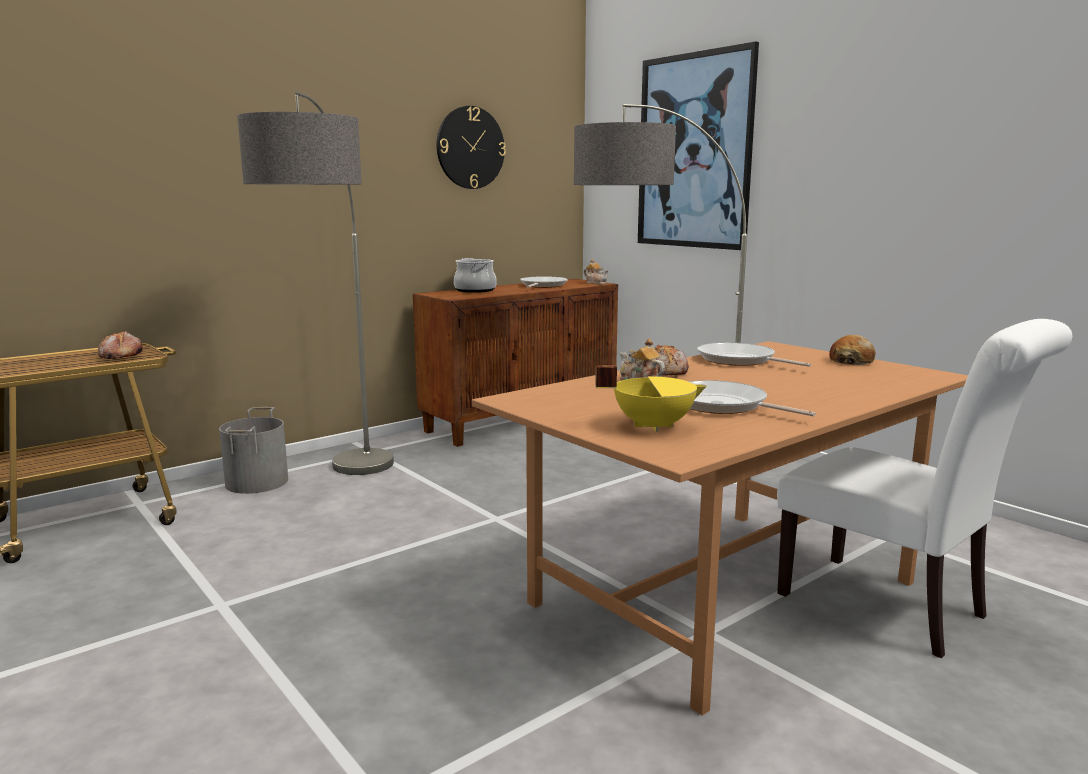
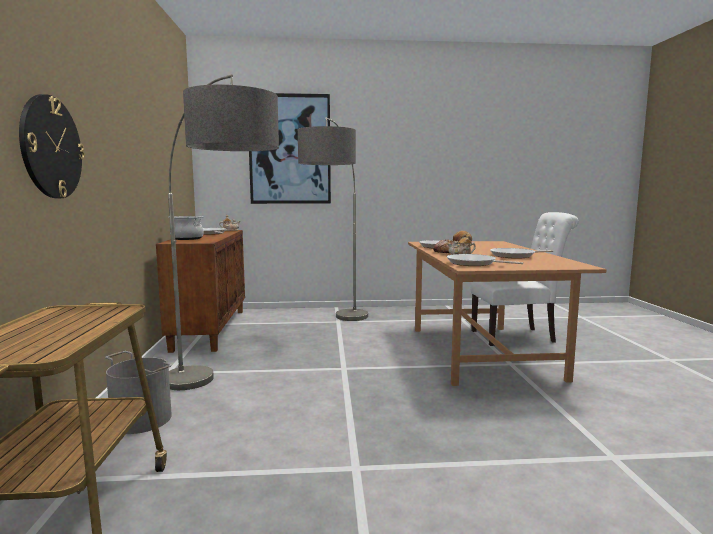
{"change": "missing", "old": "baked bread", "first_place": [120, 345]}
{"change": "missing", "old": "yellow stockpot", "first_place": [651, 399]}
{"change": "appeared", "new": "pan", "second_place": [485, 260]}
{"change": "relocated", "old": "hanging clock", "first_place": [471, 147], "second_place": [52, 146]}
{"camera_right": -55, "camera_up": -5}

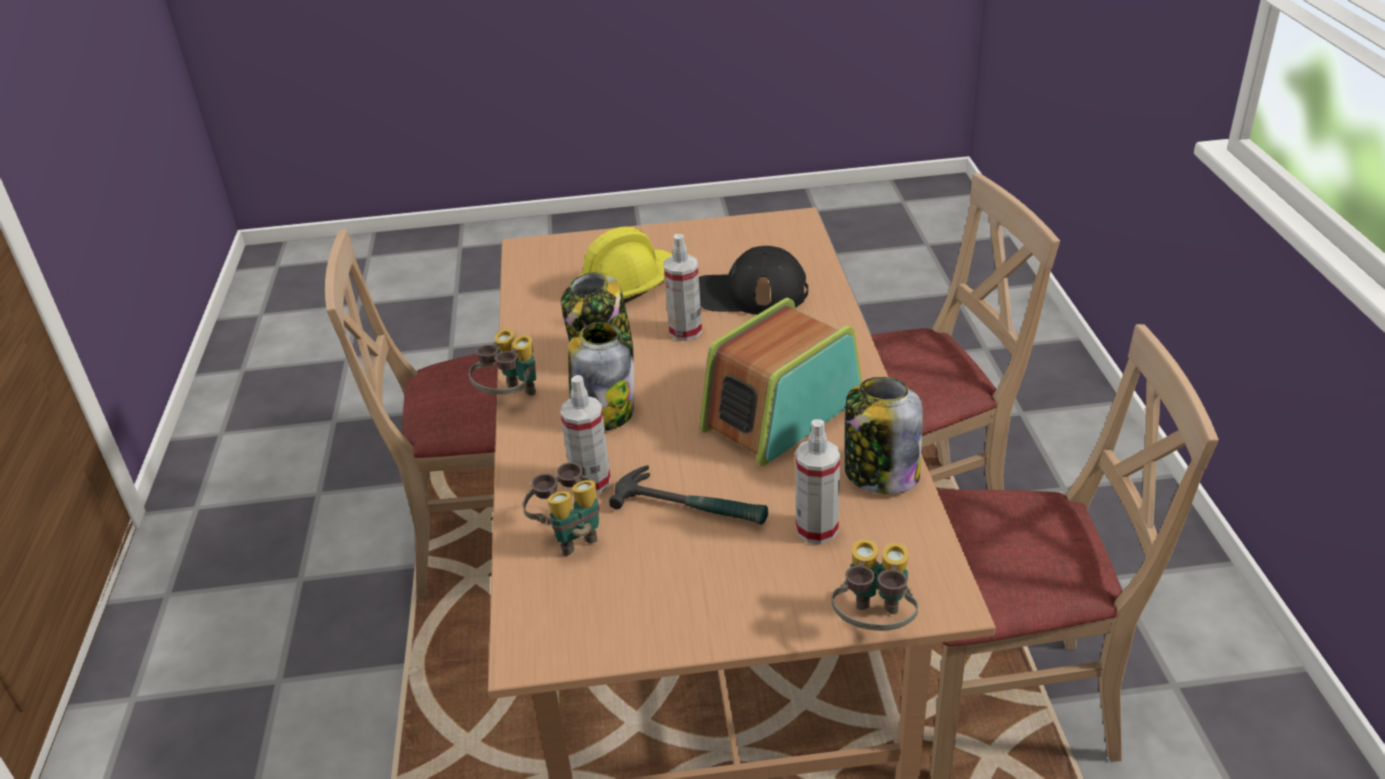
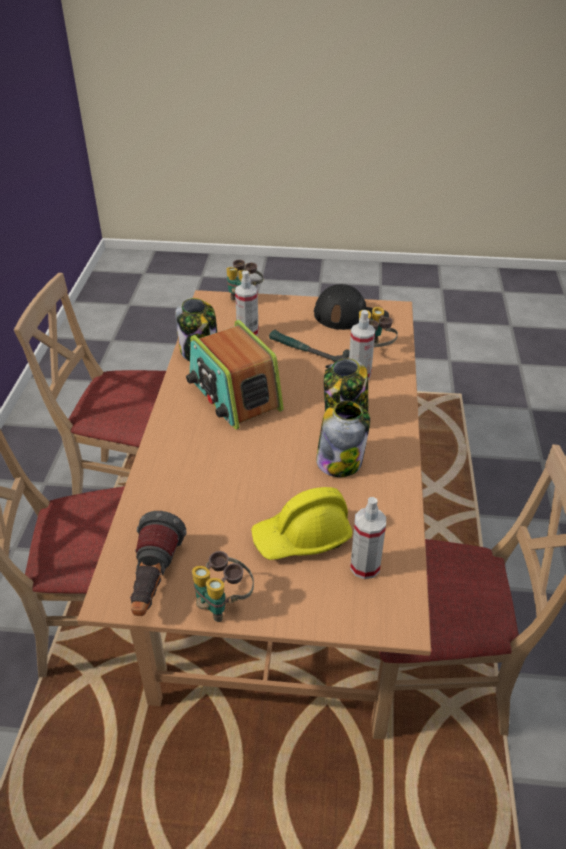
{"change": "appeared", "new": "hand torch", "second_place": [158, 563]}
{"change": "relocated", "old": "binoculars", "first_place": [502, 362], "second_place": [223, 586]}
{"change": "relocated", "old": "spray bottle", "first_place": [683, 287], "second_place": [368, 538]}
{"change": "relocated", "old": "blackish baseball cap", "first_place": [753, 280], "second_place": [351, 307]}
{"change": "spun", "old": "radio", "first_place": [780, 382], "second_place": [234, 375], "degrees": 90}
{"camera_right": -170, "camera_up": 5}

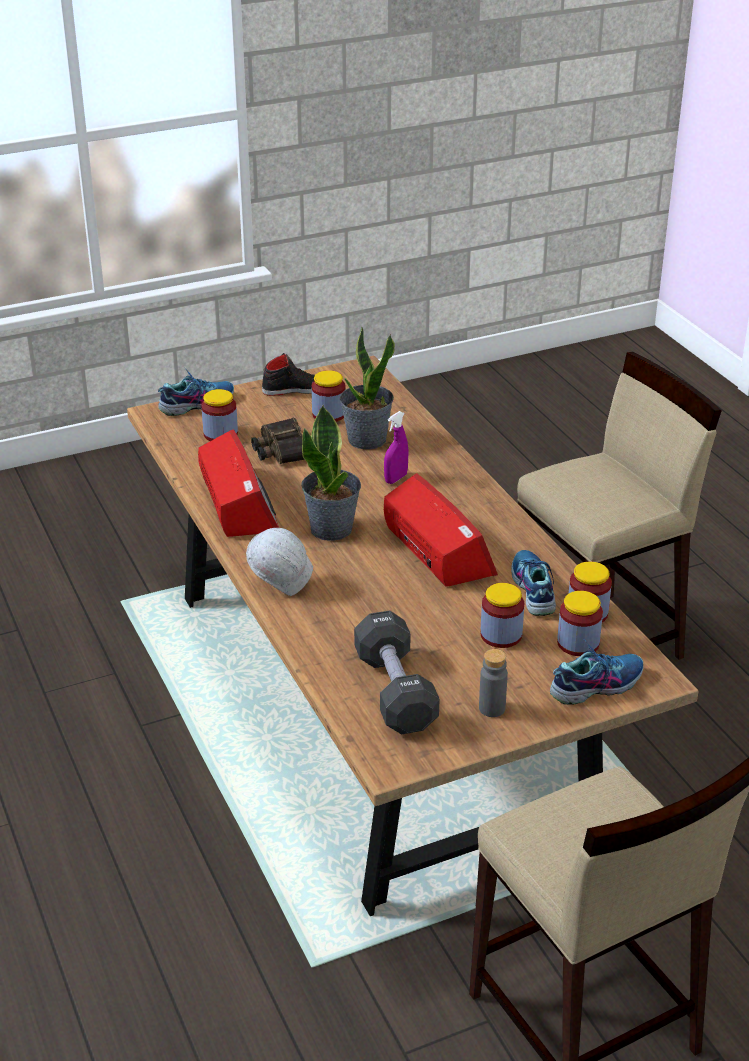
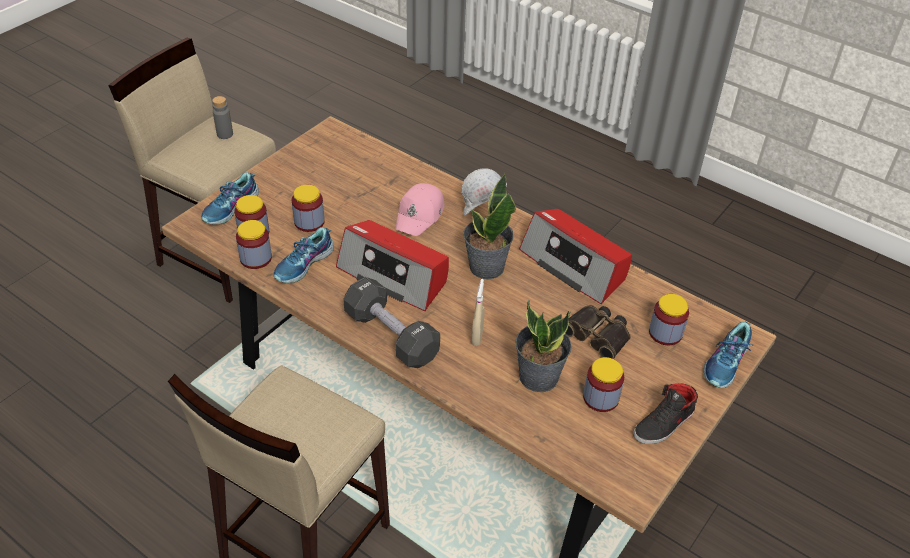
{"change": "appeared", "new": "pinkish baseball cap", "second_place": [420, 209]}
{"change": "relocated", "old": "blackish free weight", "first_place": [397, 672], "second_place": [391, 322]}
{"change": "relocated", "old": "gray drink bottle", "first_place": [493, 683], "second_place": [222, 117]}
{"change": "colour", "old": "purple-coloured spray bottle", "new": "sand-coloured spray bottle", "first_place": [396, 447], "second_place": [478, 312]}
{"change": "spun", "old": "item of footwear", "first_place": [533, 583], "second_place": [303, 255], "degrees": 75}
{"camera_right": 150, "camera_up": 10}

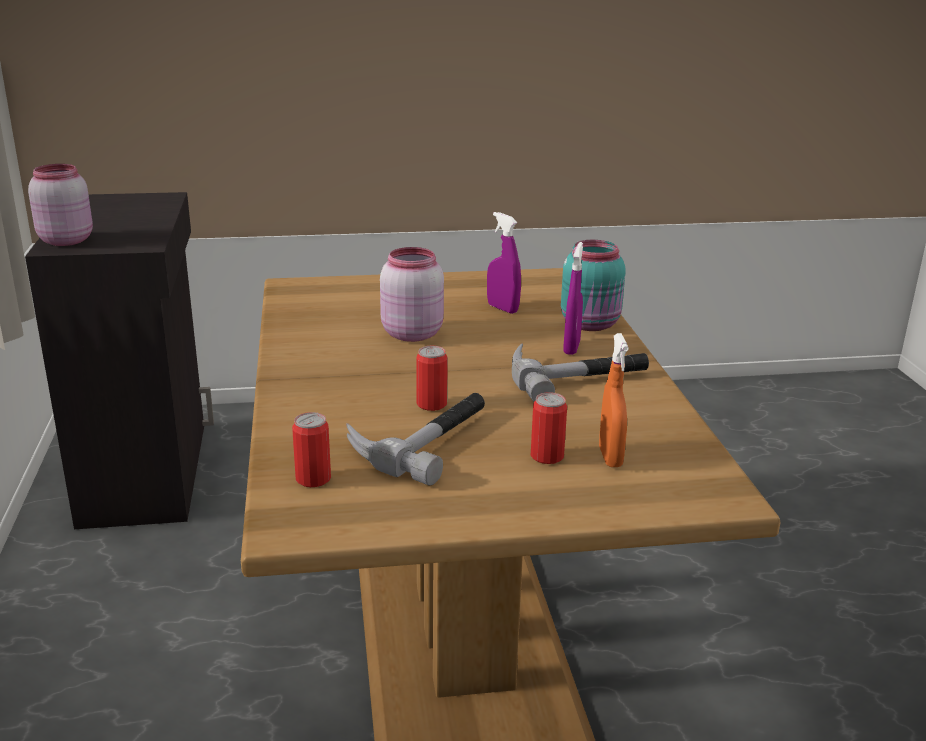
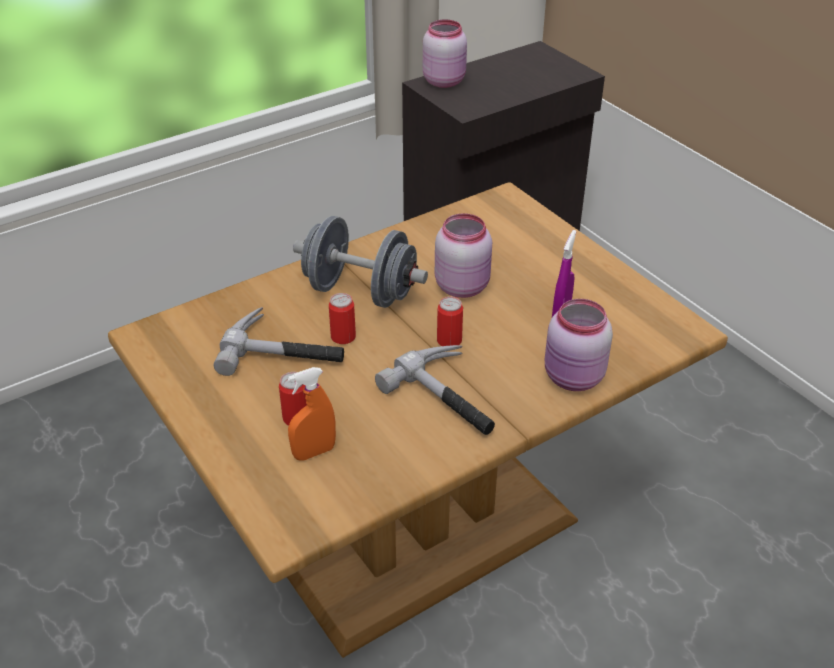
{"change": "missing", "old": "purple-coloured spray bottle", "first_place": [573, 298]}
{"change": "appeared", "new": "gray free weight", "second_place": [360, 262]}
{"change": "relocated", "old": "metal can", "first_place": [311, 449], "second_place": [450, 321]}
{"change": "colour", "old": "turquoise jar", "new": "pinkish jar", "first_place": [593, 285], "second_place": [579, 345]}
{"camera_right": 65, "camera_up": 15}

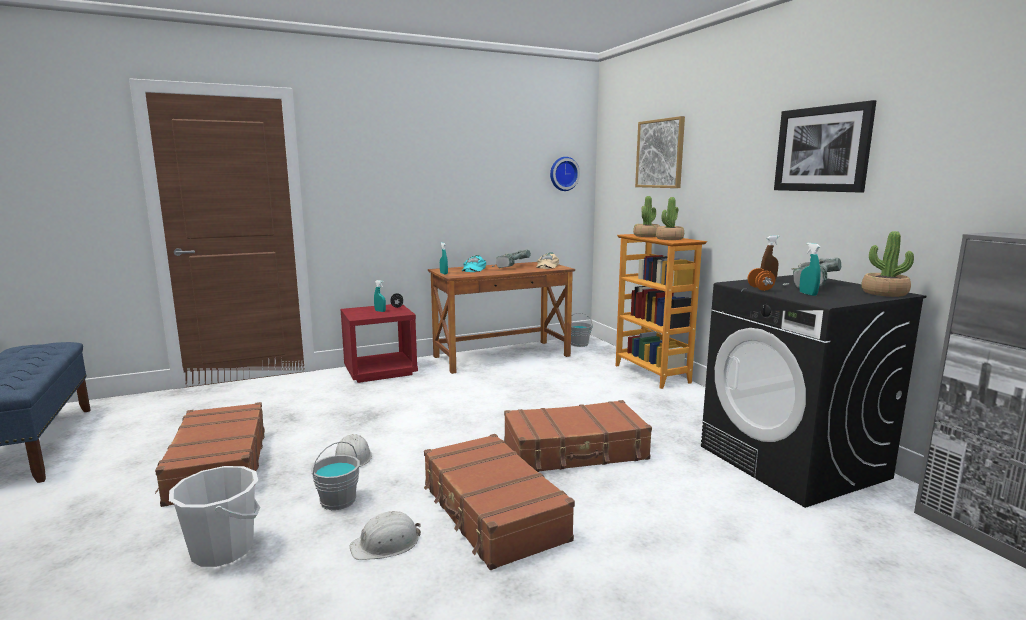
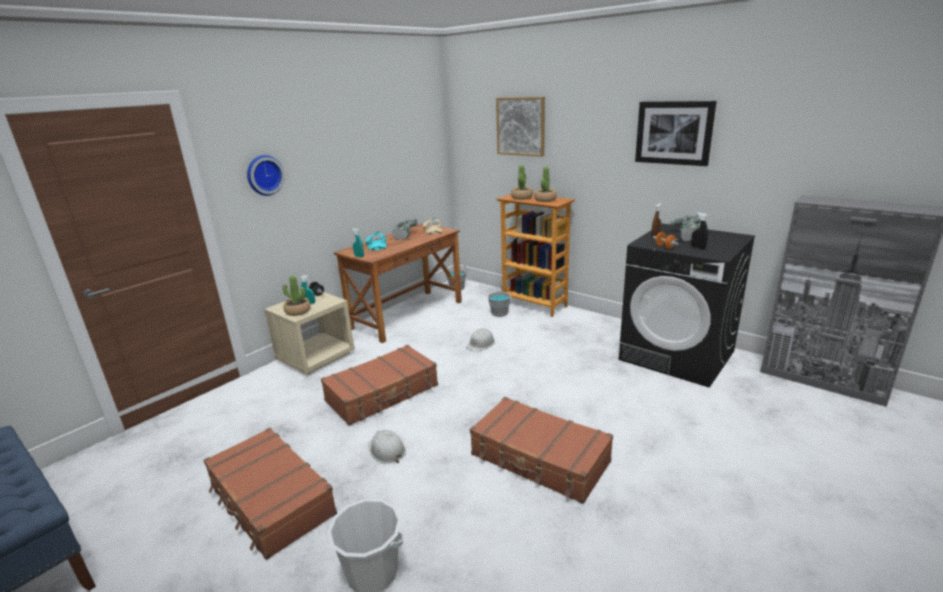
{"change": "relocated", "old": "gray pail", "first_place": [335, 476], "second_place": [499, 300]}
{"change": "relocated", "old": "white safety helmet", "first_place": [385, 535], "second_place": [480, 340]}
{"change": "relocated", "old": "brownish suitcase", "first_place": [578, 436], "second_place": [379, 385]}
{"change": "relocated", "old": "hanging clock", "first_place": [565, 174], "second_place": [266, 175]}
{"change": "relocated", "old": "plant in a pot", "first_place": [887, 264], "second_place": [297, 295]}
{"change": "colour", "old": "red-coloured night table", "new": "sand-coloured night table", "first_place": [379, 343], "second_place": [309, 333]}
{"change": "colour", "old": "turquoise spray bottle", "new": "blackish spray bottle", "first_place": [810, 269], "second_place": [699, 230]}
{"camera_right": -25, "camera_up": 10}

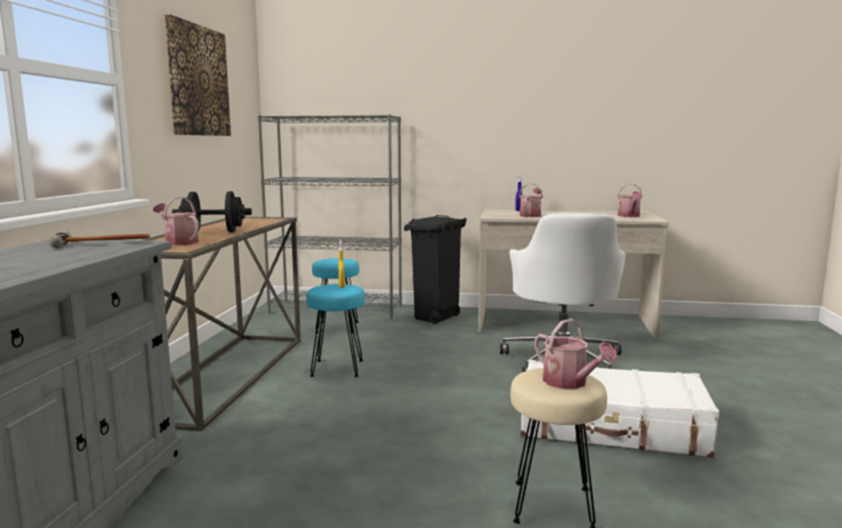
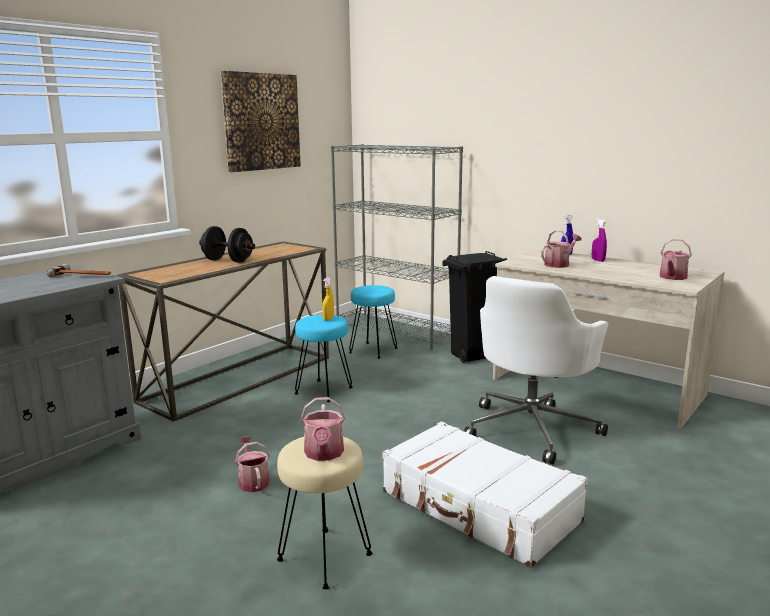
{"change": "appeared", "new": "purple-coloured spray bottle", "second_place": [599, 240]}
{"change": "relocated", "old": "watering pot", "first_place": [176, 221], "second_place": [252, 464]}
{"camera_right": 30, "camera_up": 5}

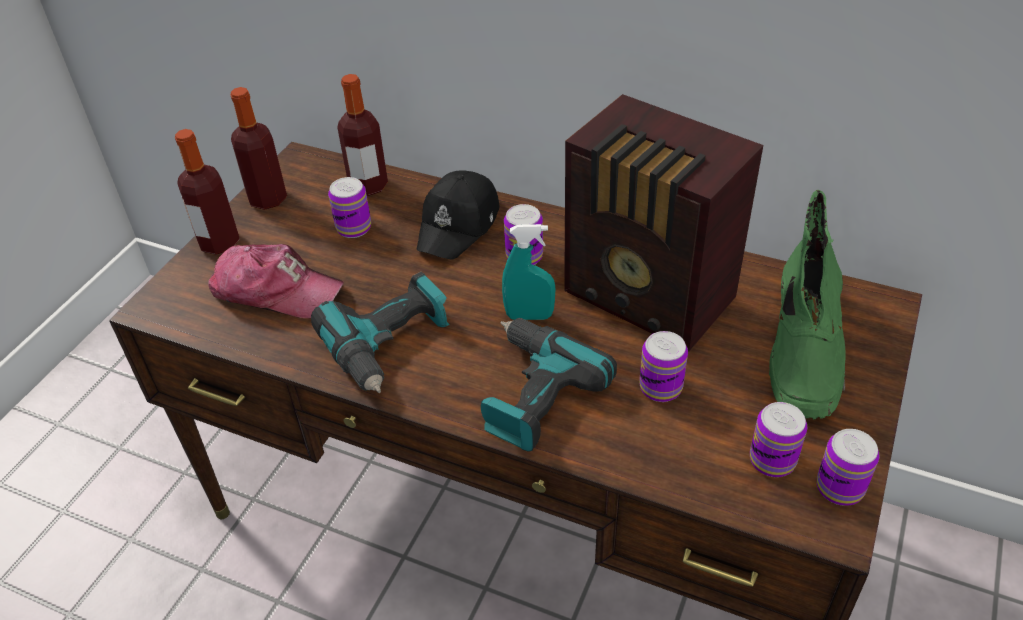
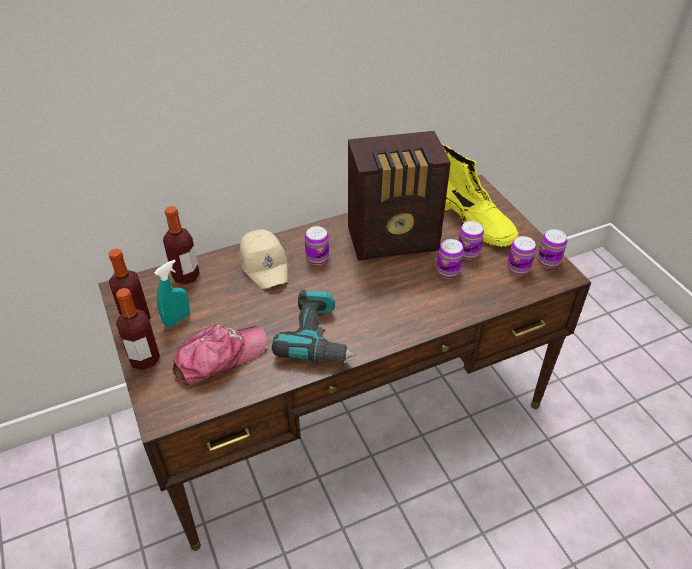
{"change": "missing", "old": "power drill", "first_place": [549, 385]}
{"change": "relocated", "old": "metal can", "first_place": [349, 207], "second_place": [471, 240]}
{"change": "relocated", "old": "turquoise spray bottle", "first_place": [529, 272], "second_place": [172, 293]}
{"change": "colour", "old": "blackish baseball cap", "new": "sand-coloured baseball cap", "first_place": [458, 215], "second_place": [264, 259]}
{"change": "colour", "old": "greenish tall boot", "new": "yellow tall boot", "first_place": [807, 305], "second_place": [480, 196]}
{"camera_right": -50, "camera_up": 0}

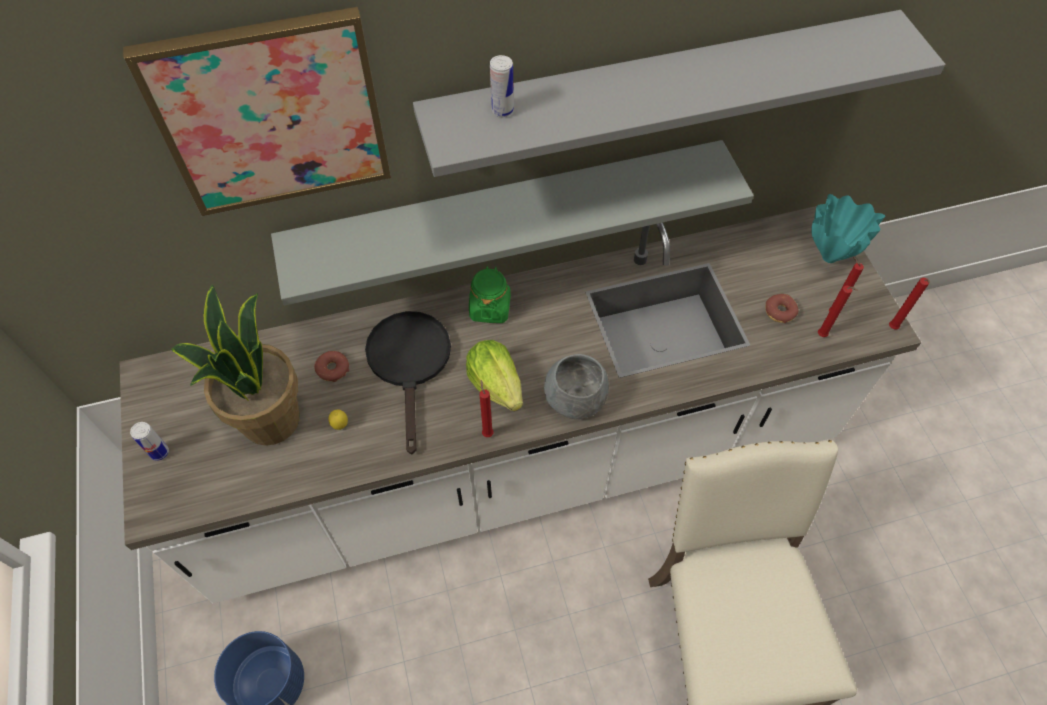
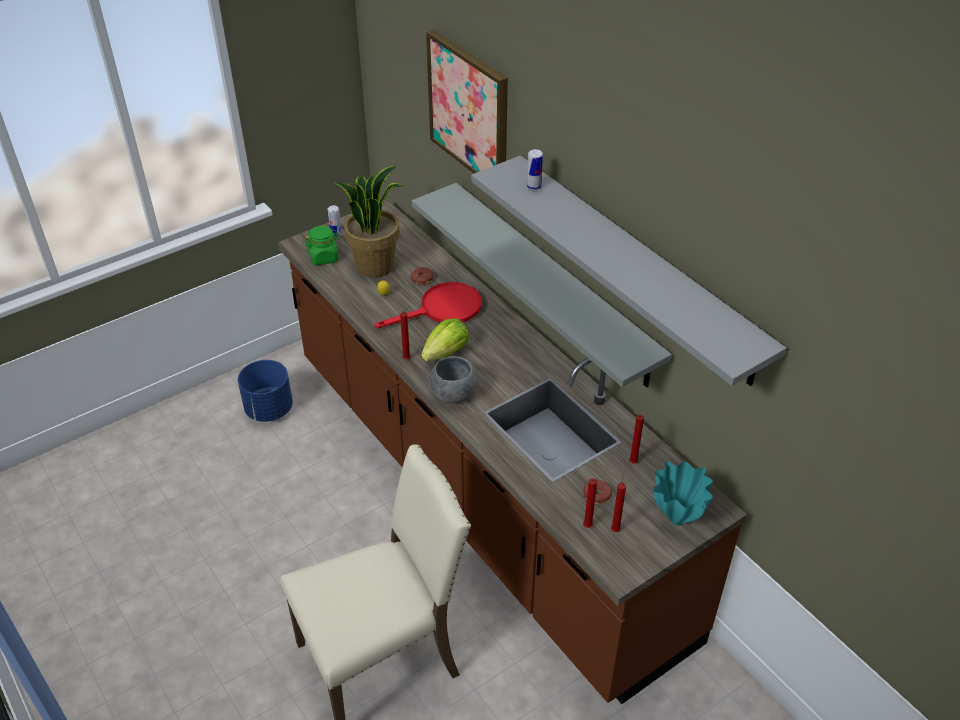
{"change": "relocated", "old": "greenish jar", "first_place": [490, 294], "second_place": [322, 245]}
{"change": "relocated", "old": "red-coloured wax candle", "first_place": [909, 303], "second_place": [636, 438]}
{"change": "colour", "old": "white counter", "new": "brownish counter", "first_place": [520, 405], "second_place": [512, 452]}
{"change": "colour", "old": "blackish pan", "new": "red-coloured pan", "first_place": [408, 383], "second_place": [428, 305]}
{"camera_right": 70, "camera_up": -15}

